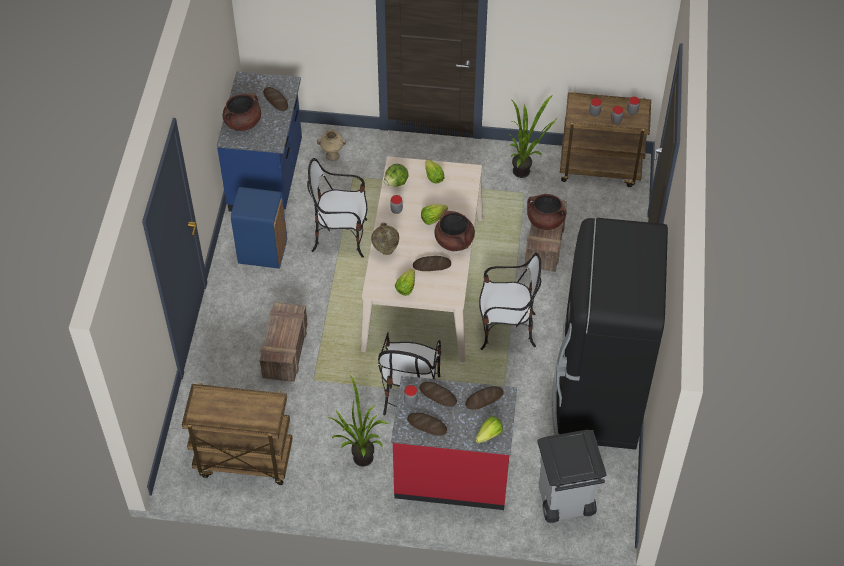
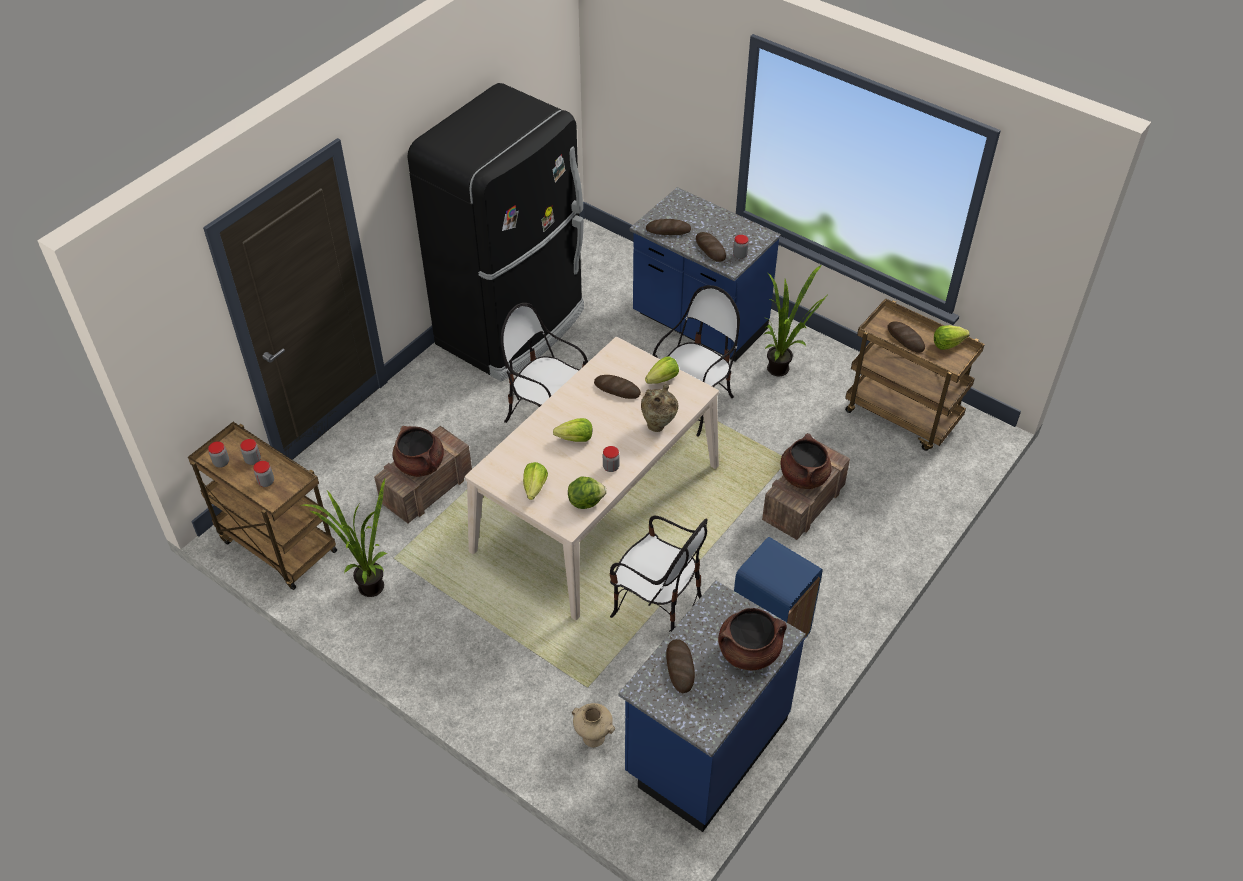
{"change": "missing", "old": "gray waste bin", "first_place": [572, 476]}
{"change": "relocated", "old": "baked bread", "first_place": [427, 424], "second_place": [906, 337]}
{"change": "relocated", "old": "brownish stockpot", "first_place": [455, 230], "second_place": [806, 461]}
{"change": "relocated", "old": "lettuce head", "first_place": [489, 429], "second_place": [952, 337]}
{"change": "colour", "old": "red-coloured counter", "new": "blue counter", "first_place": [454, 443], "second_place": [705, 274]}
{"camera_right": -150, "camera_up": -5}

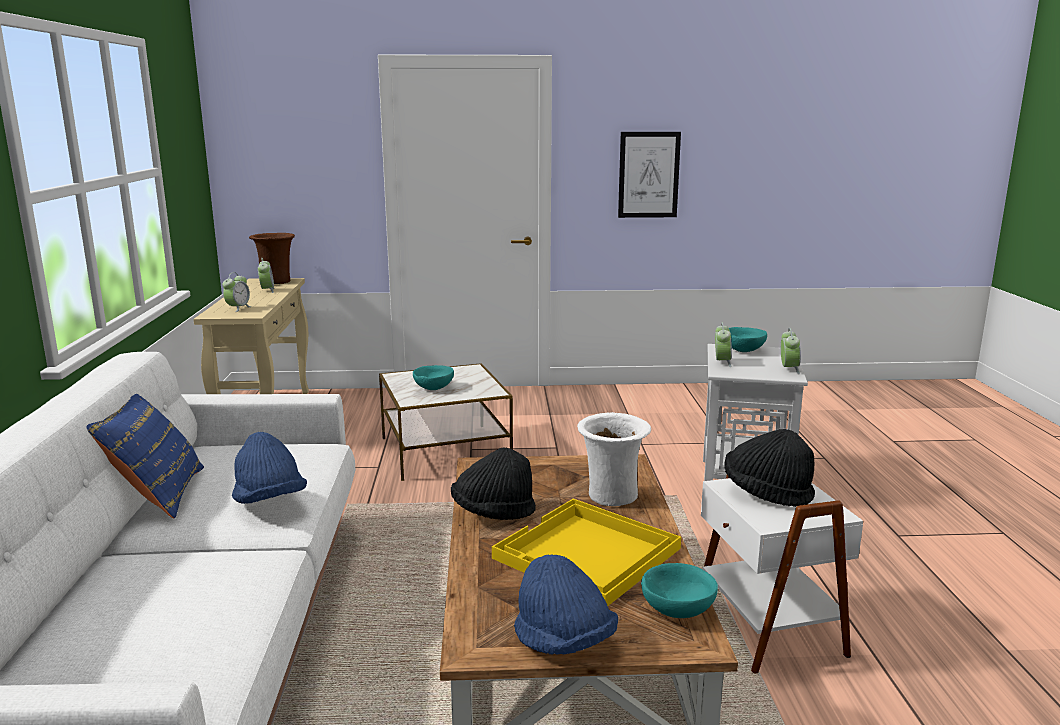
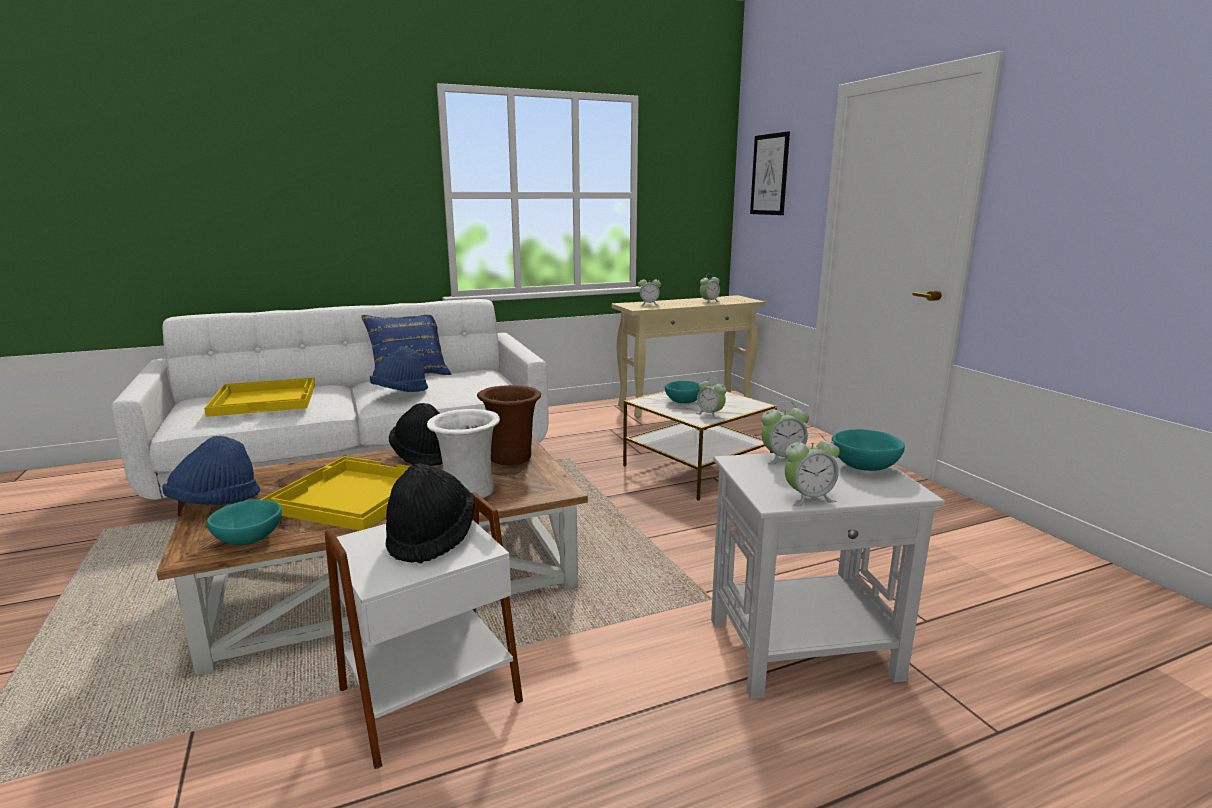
{"change": "appeared", "new": "yellow carrying tray", "second_place": [259, 397]}
{"change": "appeared", "new": "table clock", "second_place": [711, 398]}
{"change": "relocated", "old": "brownish vase", "first_place": [272, 258], "second_place": [509, 425]}
{"change": "relocated", "old": "picture", "first_place": [649, 175], "second_place": [770, 173]}
{"camera_right": 70, "camera_up": 0}

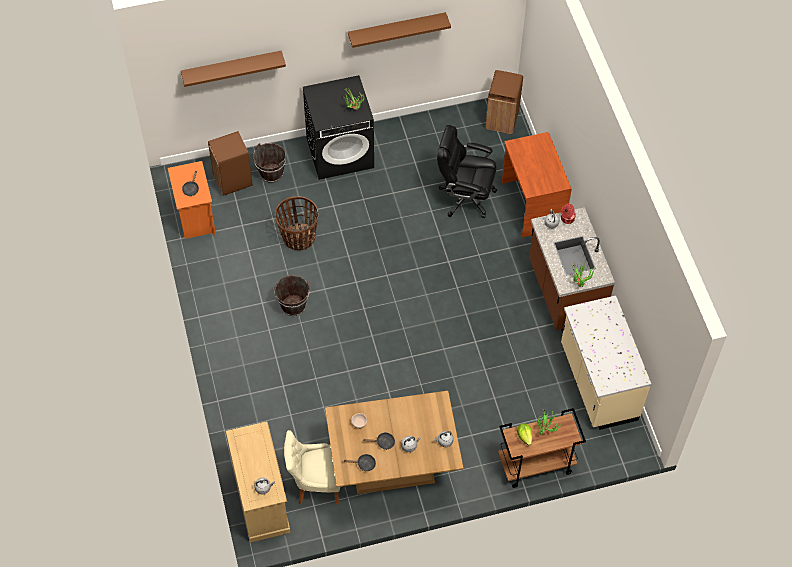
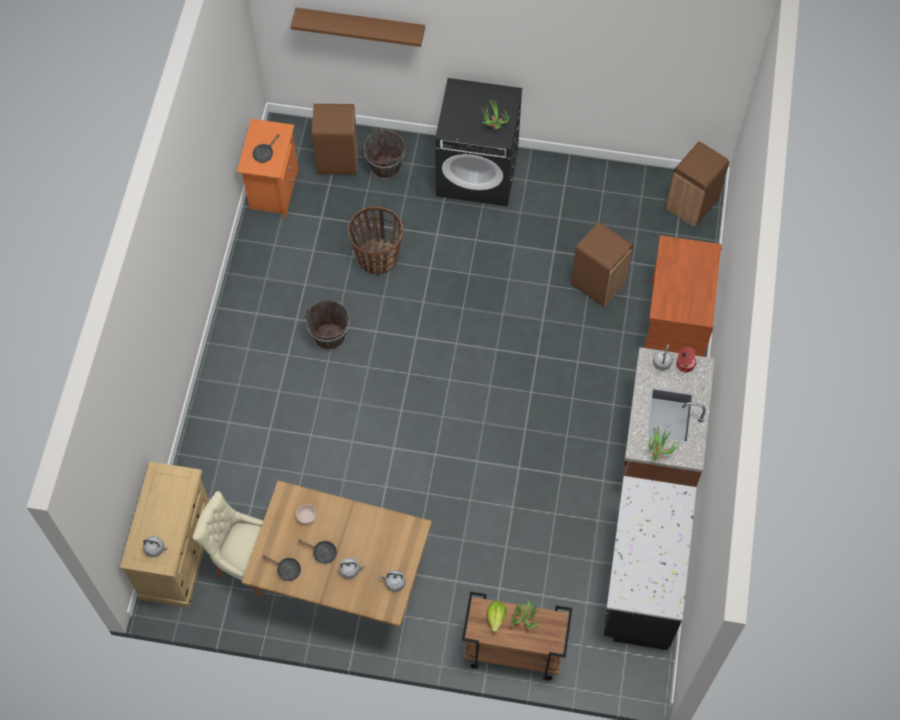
{"change": "missing", "old": "brownish bracket shelf", "first_place": [399, 30]}
{"change": "exchanged", "old": "blackish desk chair", "new": "brownish waste bin", "first_place": [467, 171], "second_place": [602, 264]}
{"change": "colour", "old": "sand-coloured counter", "new": "blackish counter", "first_place": [606, 363], "second_place": [650, 563]}
{"camera_right": 25, "camera_up": 5}

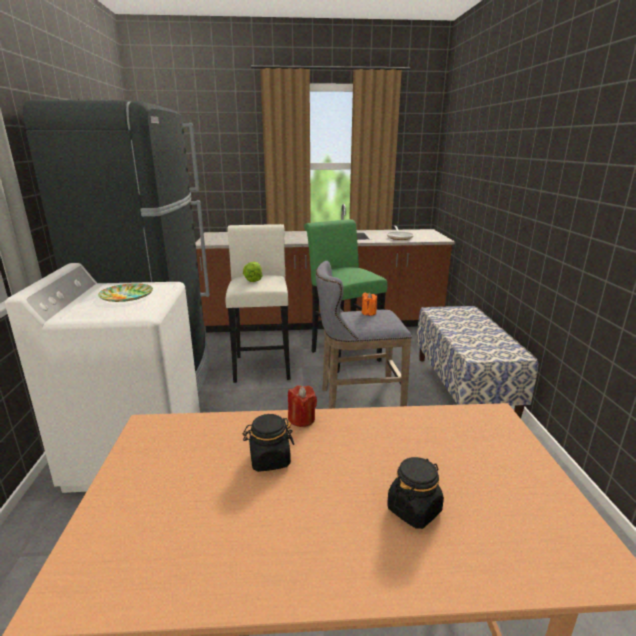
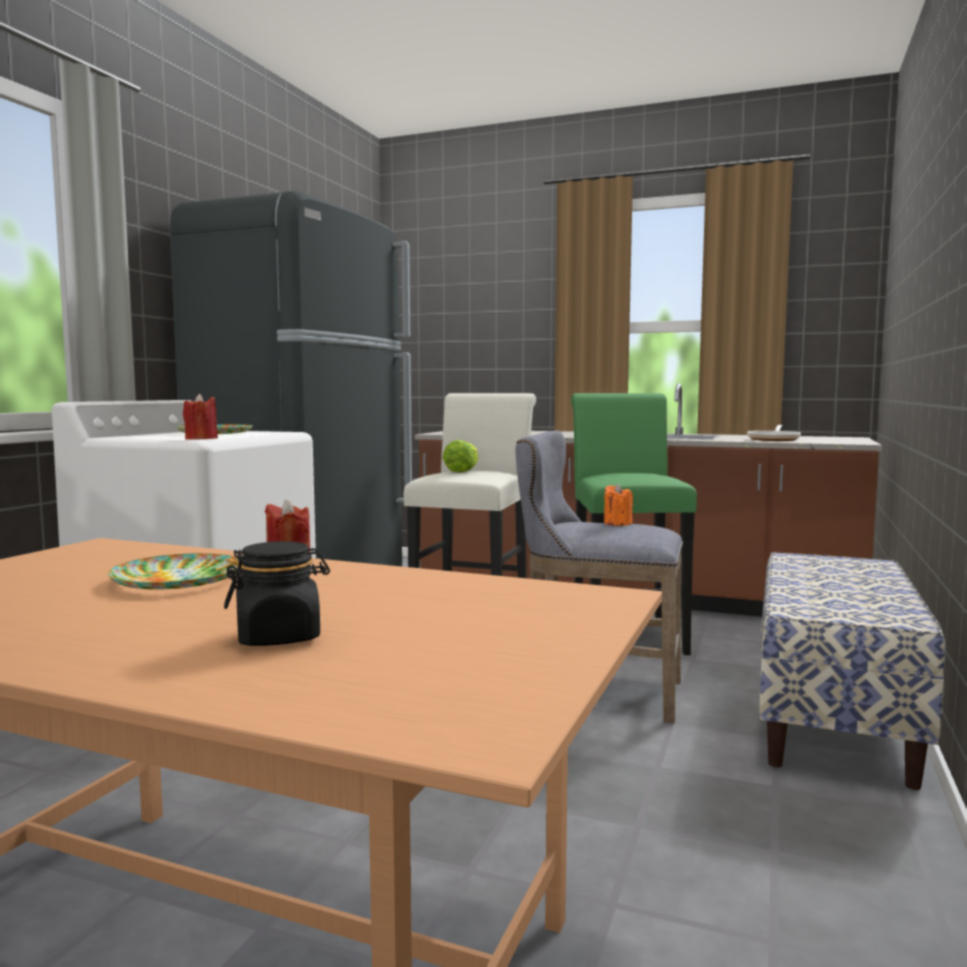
{"change": "appeared", "new": "red-coloured wax candle", "second_place": [200, 417]}
{"change": "exchanged", "old": "blackish jar", "new": "flat dish", "first_place": [268, 443], "second_place": [173, 571]}
{"camera_right": 25, "camera_up": -15}

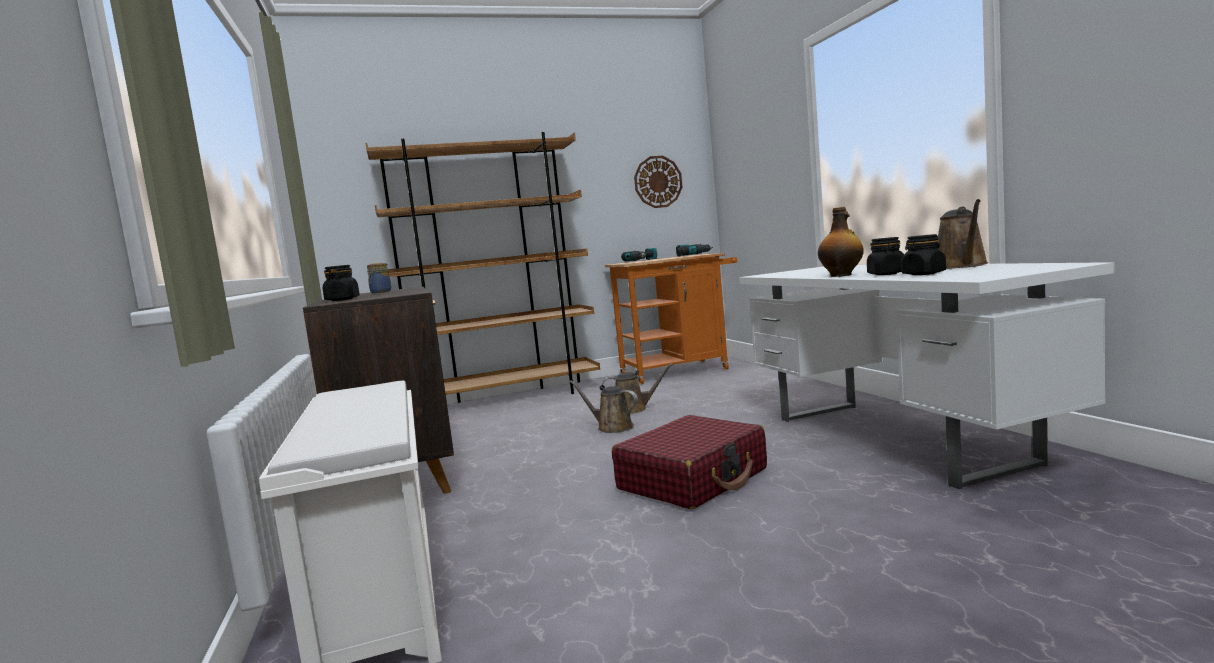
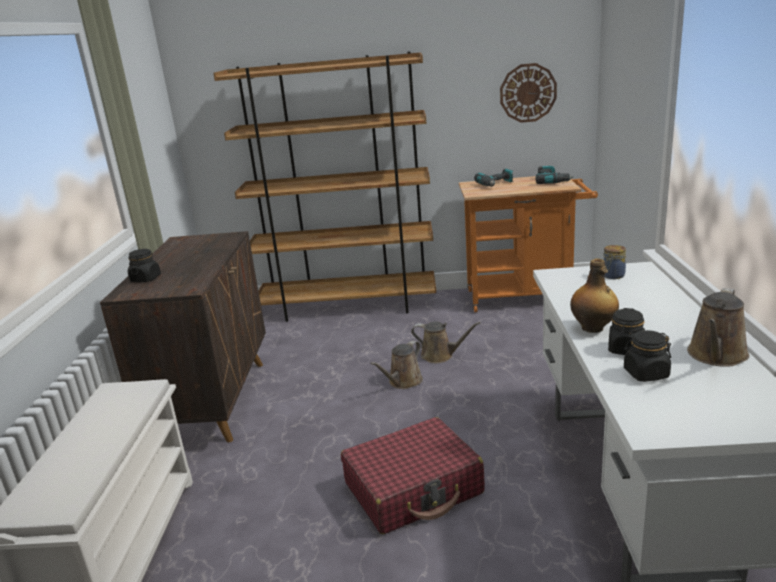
{"change": "relocated", "old": "jar", "first_place": [379, 278], "second_place": [614, 262]}
{"change": "spun", "old": "brownish watering pot", "first_place": [603, 406], "second_place": [397, 365], "degrees": -105}
{"camera_right": 20, "camera_up": 15}

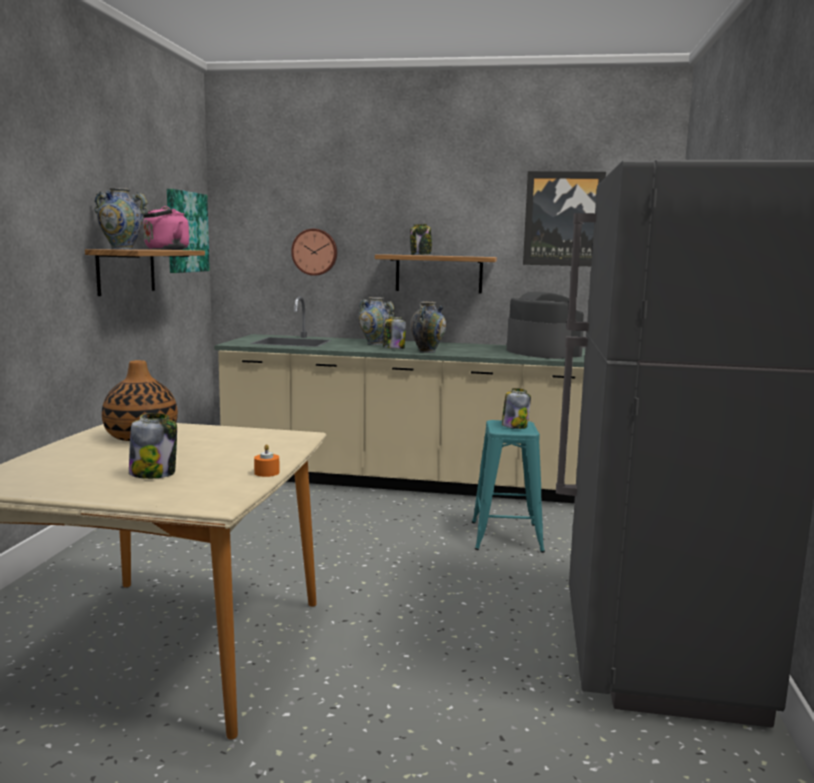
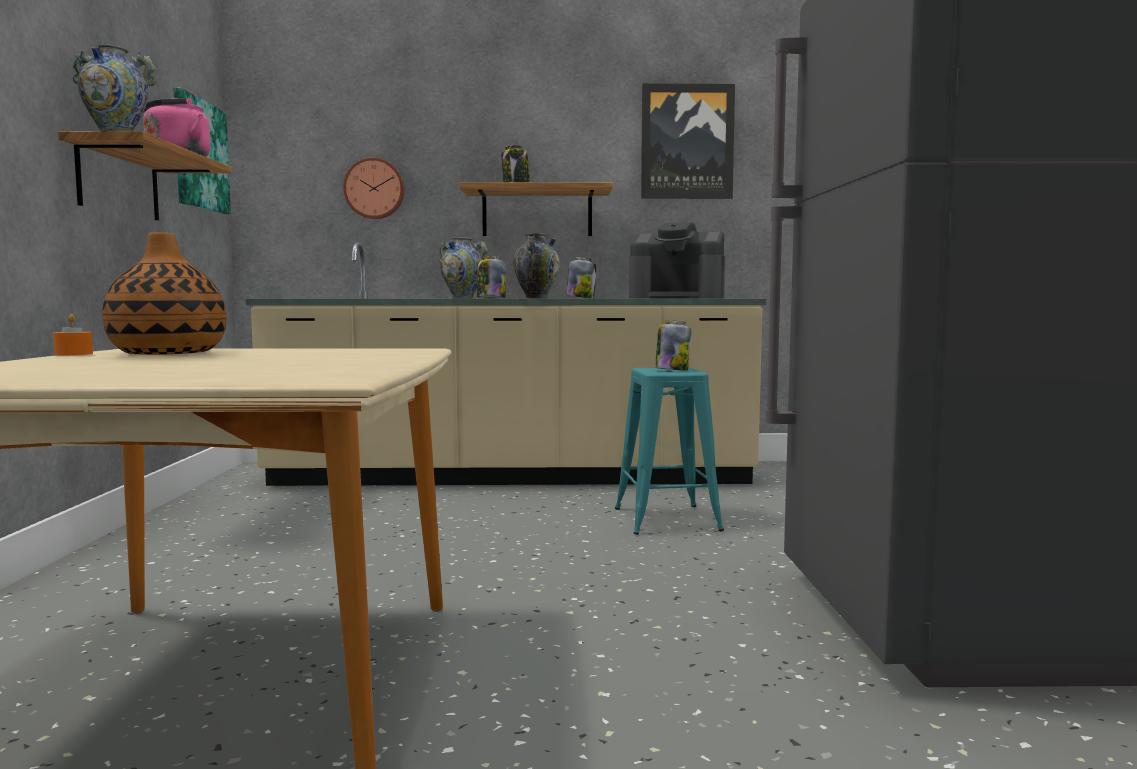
{"change": "relocated", "old": "jar", "first_place": [153, 446], "second_place": [581, 278]}
{"change": "relocated", "old": "orangey wax candle", "first_place": [267, 460], "second_place": [73, 334]}
{"change": "spun", "old": "coffee maker", "first_place": [545, 325], "second_place": [677, 260], "degrees": 150}
{"camera_right": -10, "camera_up": -5}

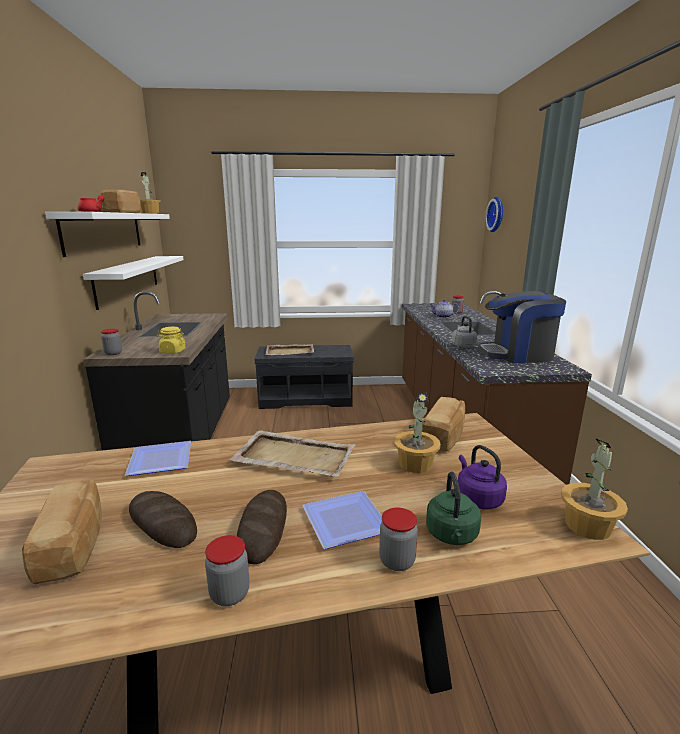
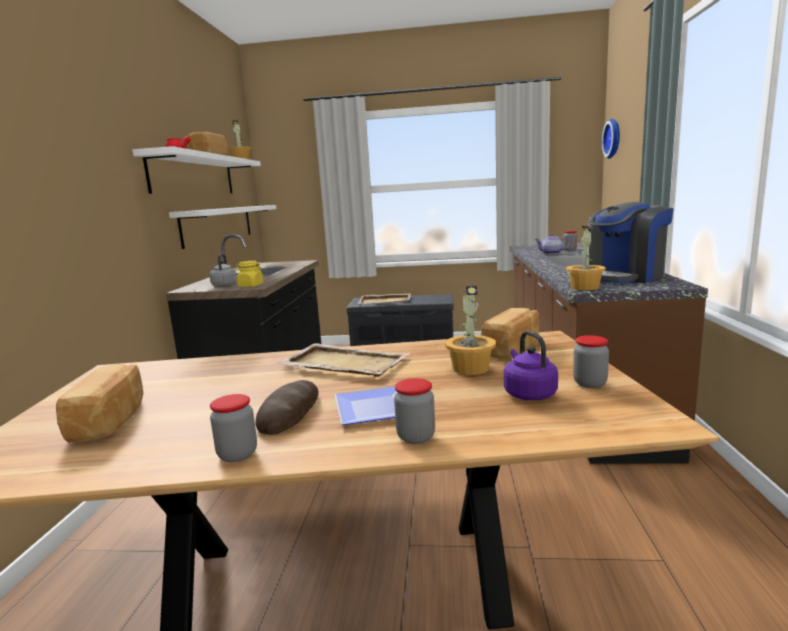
{"change": "missing", "old": "flat dish", "first_place": [158, 458]}
{"change": "missing", "old": "baked bread", "first_place": [163, 519]}
{"change": "missing", "old": "greenish kettle", "first_place": [453, 508]}
{"change": "relocated", "old": "jar", "first_place": [111, 341], "second_place": [591, 361]}
{"change": "relocated", "old": "gray kettle", "first_place": [464, 332], "second_place": [223, 270]}
{"change": "relocated", "old": "plant in a pot", "first_place": [594, 489], "second_place": [586, 258]}
{"change": "spun", "old": "coffee maker", "first_place": [522, 327], "second_place": [631, 242], "degrees": -45}
{"camera_right": 10, "camera_up": -5}

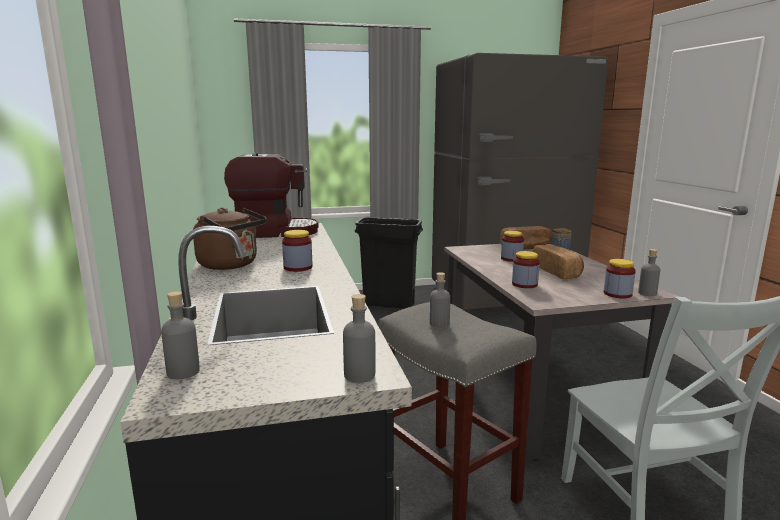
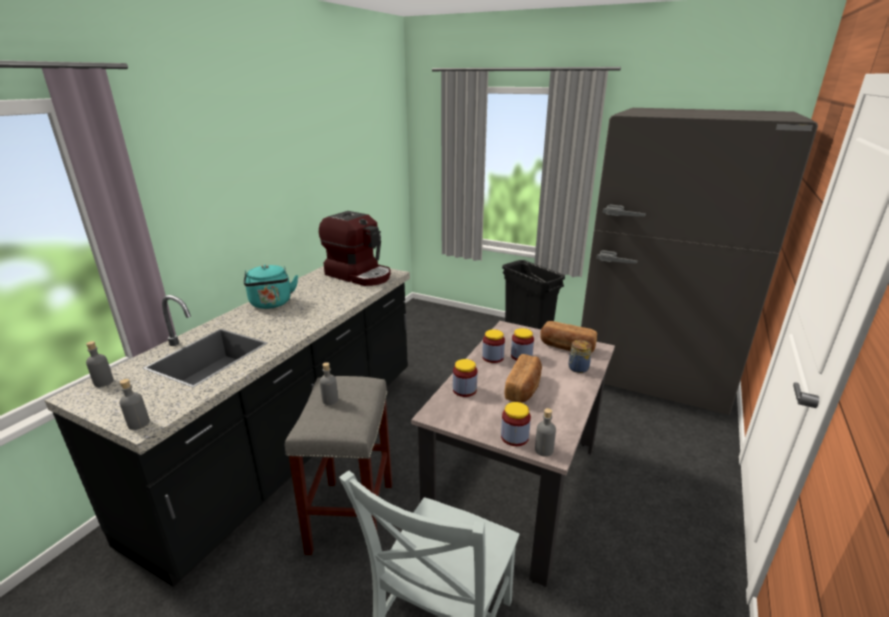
{"change": "relocated", "old": "jar", "first_place": [297, 251], "second_place": [493, 346]}
{"change": "colour", "old": "brownish kettle", "new": "turquoise kettle", "first_place": [229, 239], "second_place": [271, 287]}
{"camera_right": 40, "camera_up": 10}

